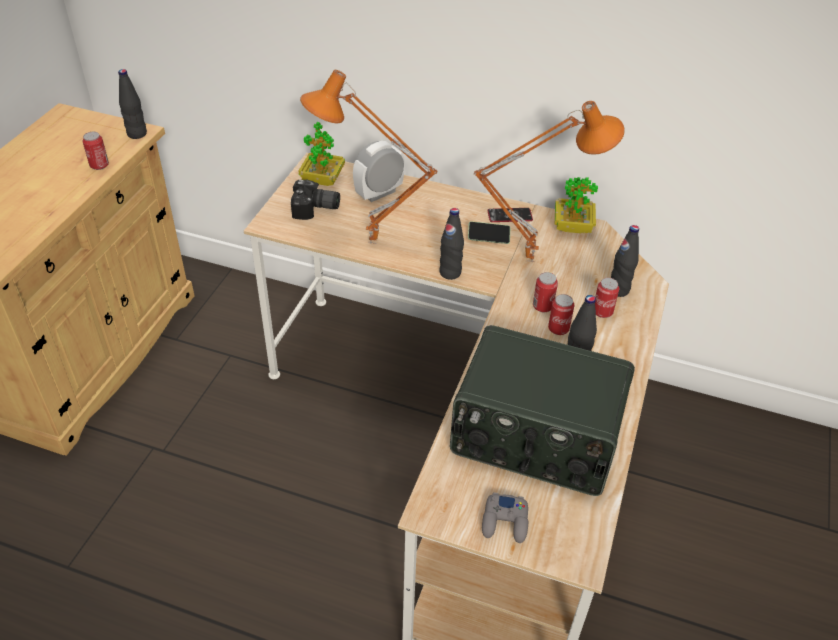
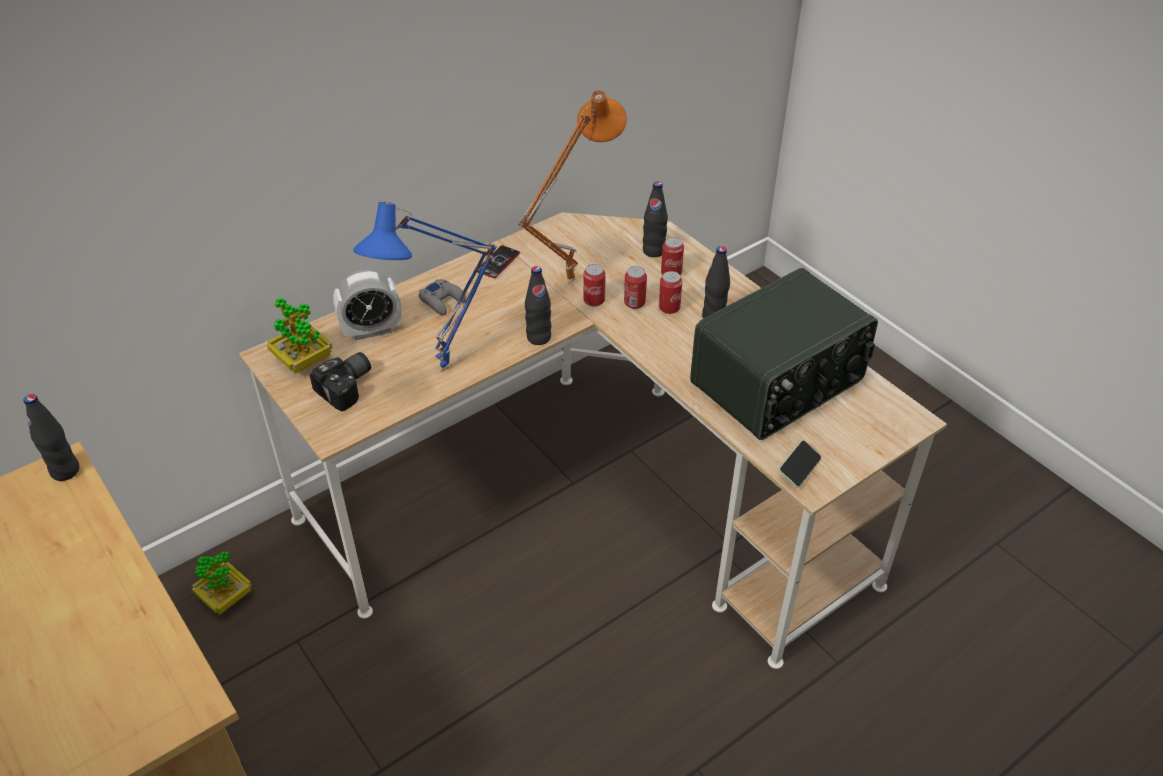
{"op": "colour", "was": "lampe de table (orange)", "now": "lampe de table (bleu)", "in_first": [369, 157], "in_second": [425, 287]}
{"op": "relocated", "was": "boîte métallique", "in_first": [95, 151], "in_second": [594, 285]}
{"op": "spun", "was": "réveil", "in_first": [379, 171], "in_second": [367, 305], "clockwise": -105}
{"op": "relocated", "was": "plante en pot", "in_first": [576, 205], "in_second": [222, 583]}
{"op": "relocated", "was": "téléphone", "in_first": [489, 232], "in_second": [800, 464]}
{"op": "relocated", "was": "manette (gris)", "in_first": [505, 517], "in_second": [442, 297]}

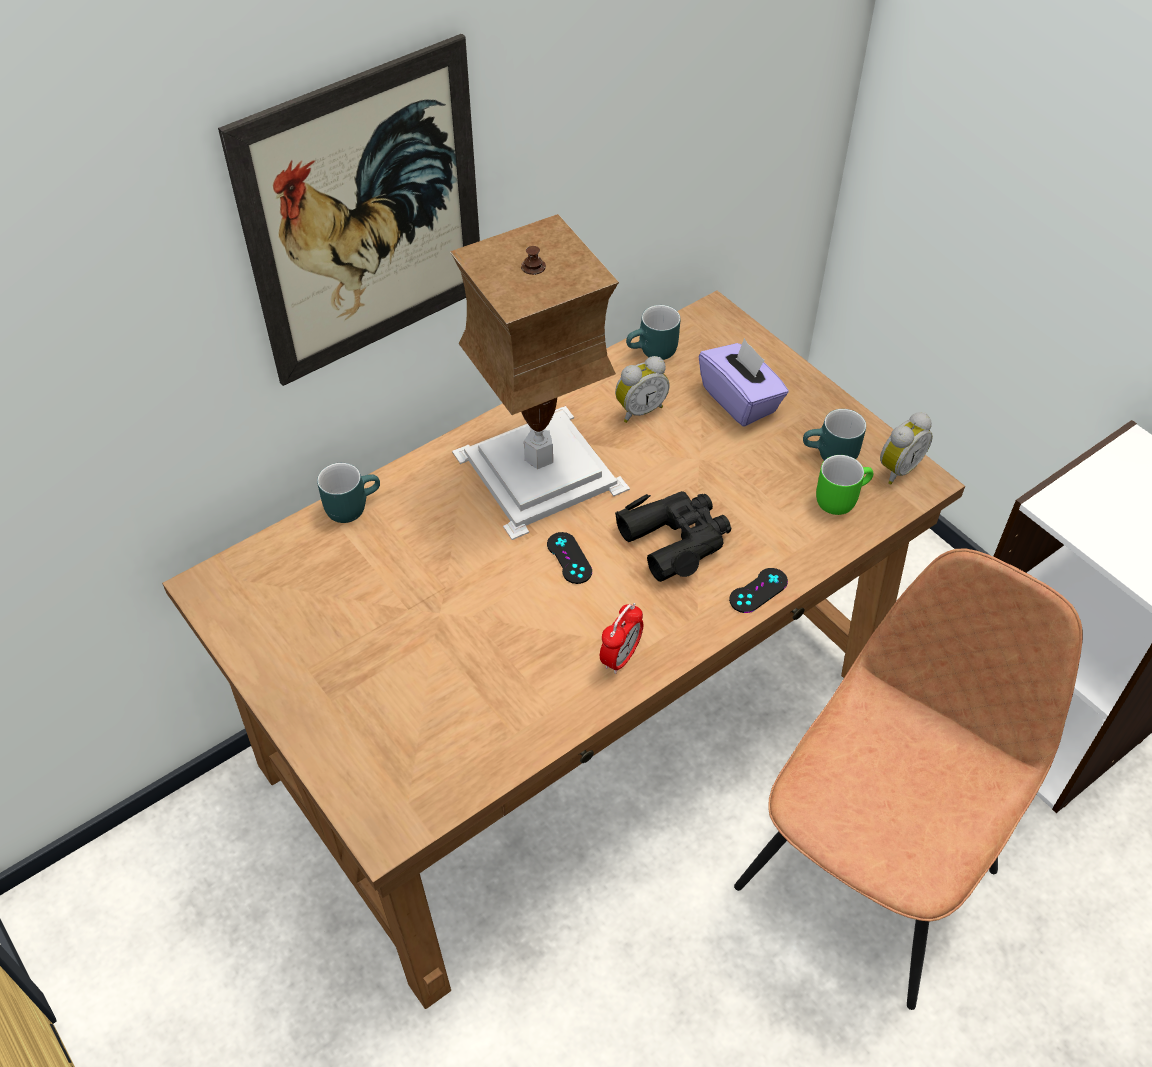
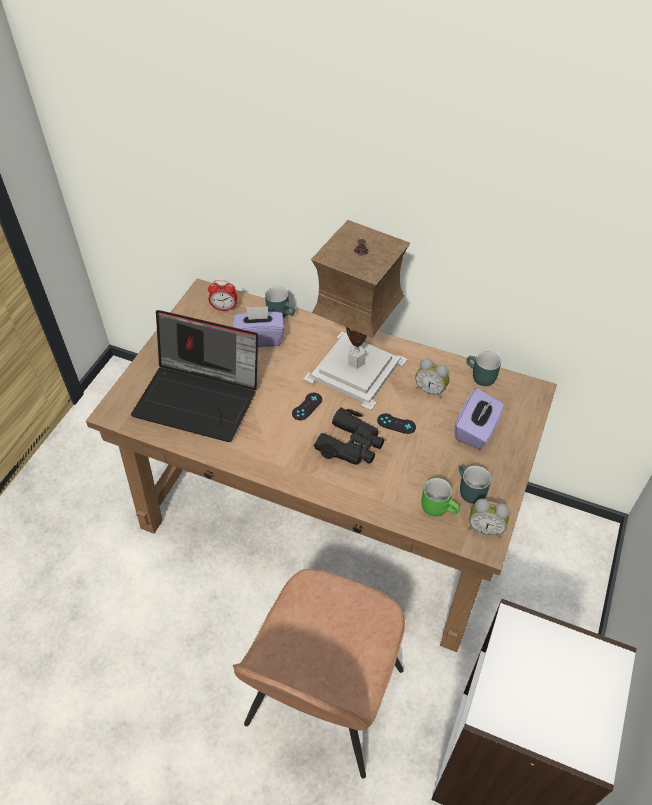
{"op": "missing", "was": "tableau", "in_first": [349, 209]}
{"op": "spun", "was": "chaise (marron)", "in_first": [908, 779], "in_second": [319, 674], "clockwise": 105}
{"op": "relocated", "was": "manette (noir)", "in_first": [758, 590], "in_second": [396, 423]}
{"op": "relocated", "was": "réveil", "in_first": [621, 638], "in_second": [222, 295]}
{"op": "appeared", "now": "boîte à mouchoirs (violet)", "in_second": [258, 326]}
{"op": "appeared", "now": "ordinateur portable", "in_second": [194, 376]}

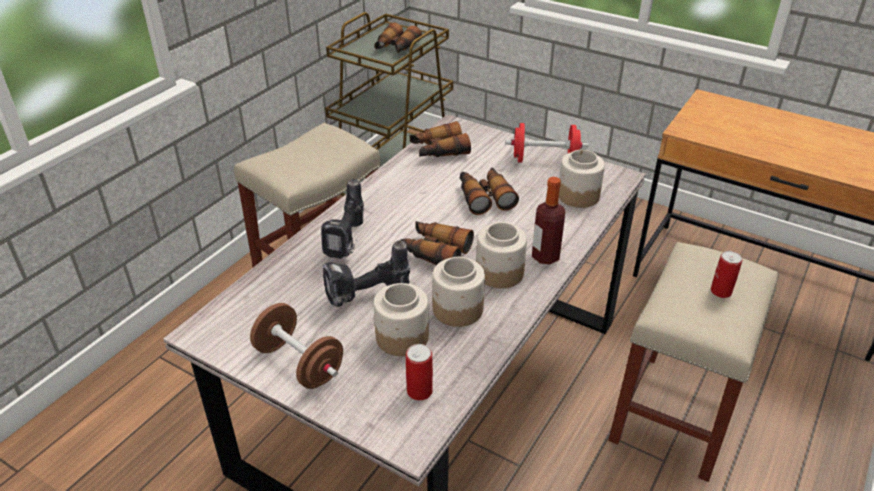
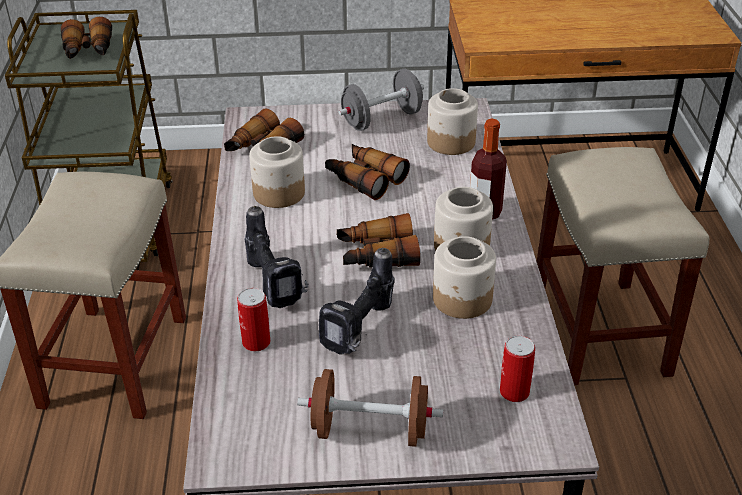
{"op": "colour", "was": "haltère (rouge)", "now": "haltère (gris)", "in_first": [547, 143], "in_second": [381, 100]}
{"op": "relocated", "was": "boîte métallique", "in_first": [726, 274], "in_second": [253, 319]}
{"op": "relocated", "was": "bocal", "in_first": [401, 319], "in_second": [277, 172]}

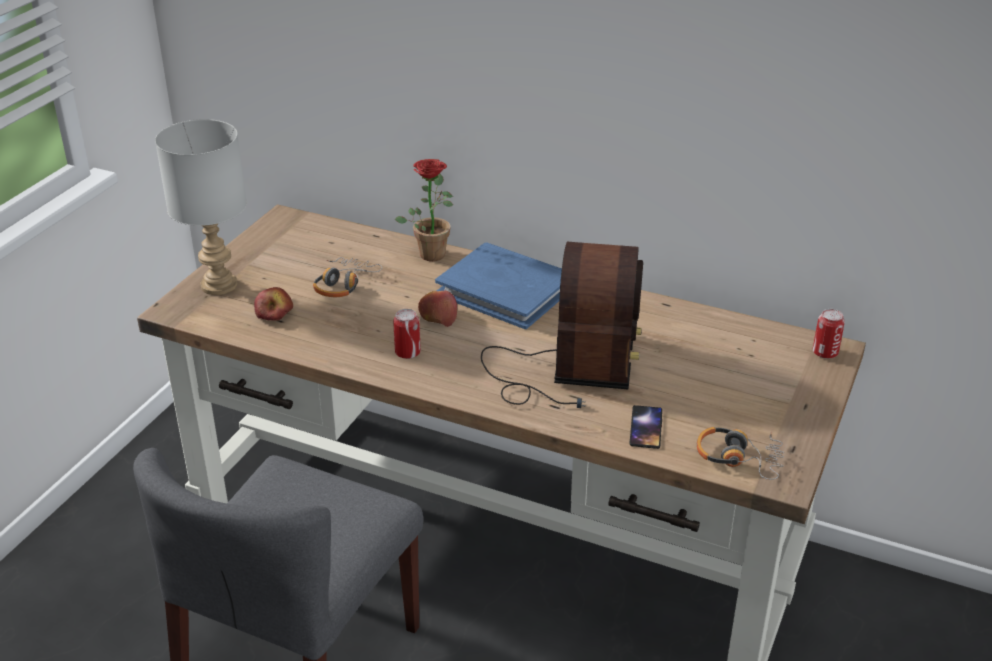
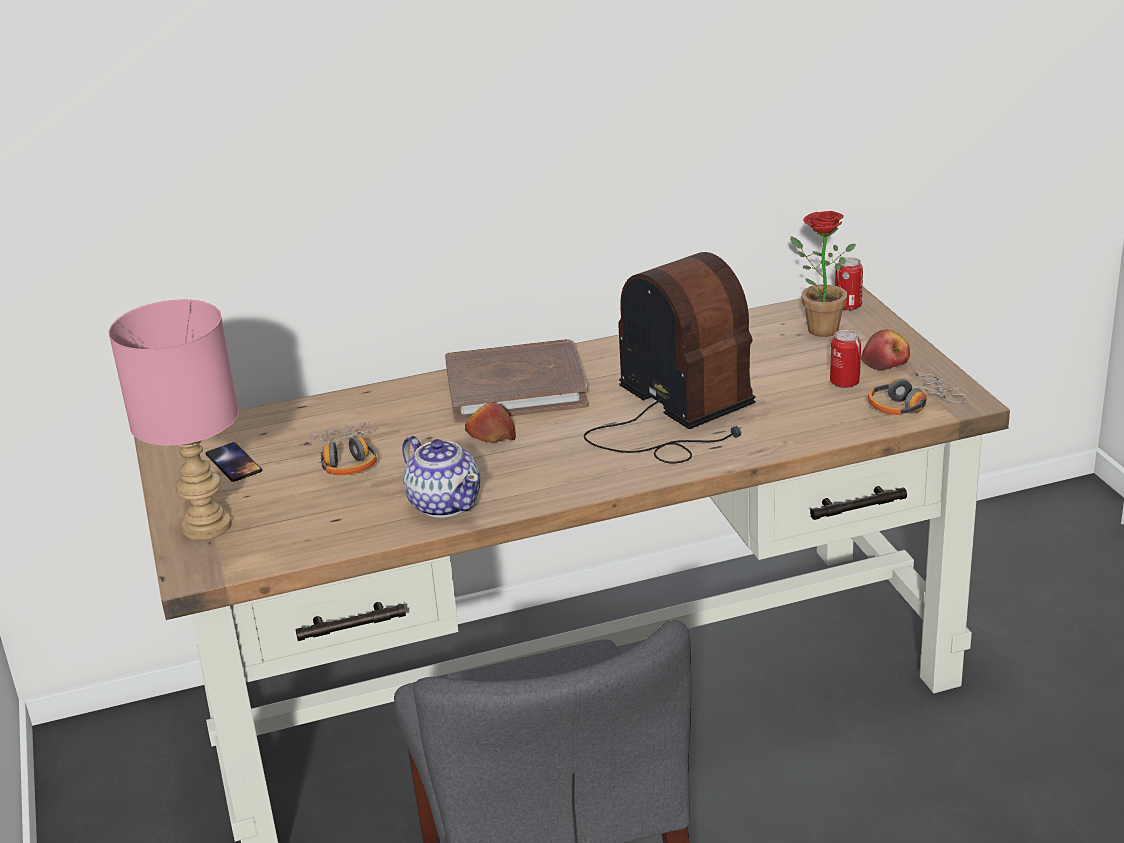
{"op": "colour", "was": "lampe de table (gris)", "now": "lampe de table (rose)", "in_first": [201, 207], "in_second": [174, 420]}
{"op": "relocated", "was": "plante en pot", "in_first": [424, 210], "in_second": [823, 274]}
{"op": "colour", "was": "livre (bleu)", "now": "livre (marron)", "in_first": [498, 286], "in_second": [517, 381]}
{"op": "relocated", "was": "pomme", "in_first": [273, 304], "in_second": [885, 349]}
{"op": "relocated", "was": "boîte métallique", "in_first": [407, 334], "in_second": [845, 359]}
{"op": "relocated", "was": "téléphone", "in_first": [645, 427], "in_second": [234, 462]}
{"op": "appeared", "now": "théière", "in_second": [441, 477]}

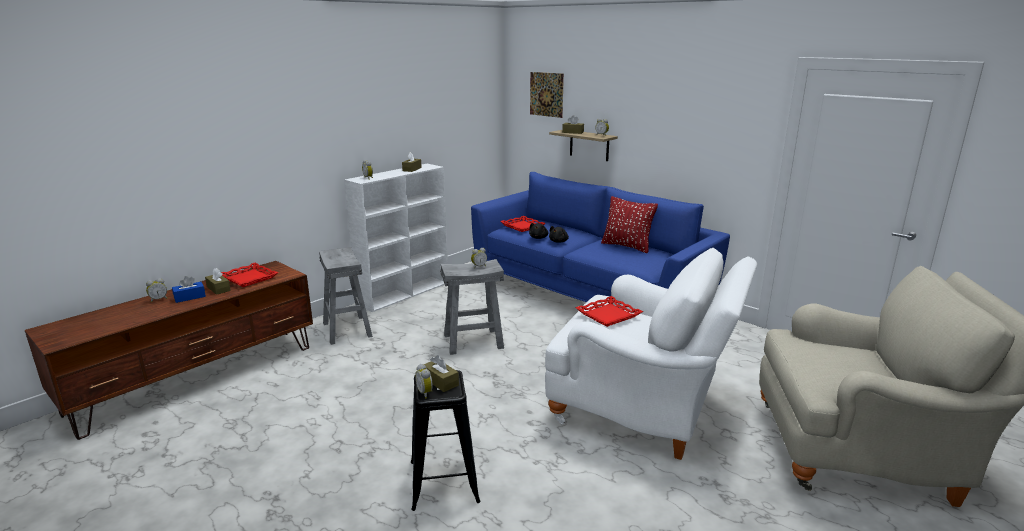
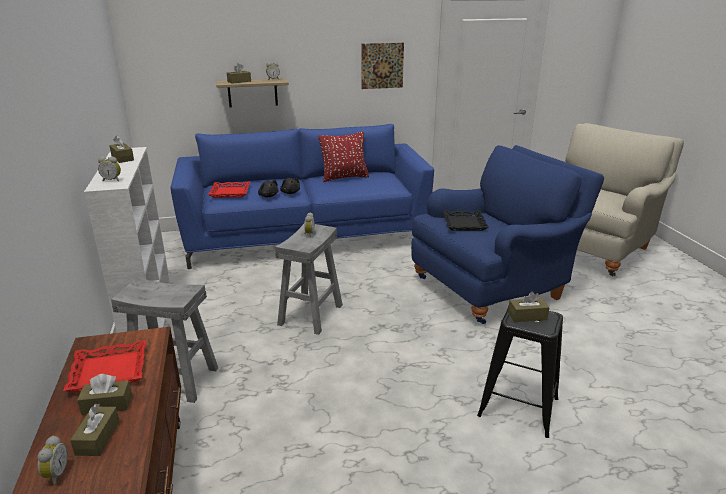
{"op": "relocated", "was": "tableau", "in_first": [547, 95], "in_second": [383, 66]}
{"op": "colour", "was": "fauteuil (blanc)", "now": "fauteuil (bleu)", "in_first": [651, 354], "in_second": [507, 234]}
{"op": "colour", "was": "boîte à mouchoirs (bleu)", "now": "boîte à mouchoirs (marron)", "in_first": [189, 289], "in_second": [95, 430]}
{"op": "colour", "was": "plateau (rouge)", "now": "plateau (noir)", "in_first": [609, 311], "in_second": [466, 220]}
{"op": "missing", "was": "réveil", "in_first": [424, 381]}

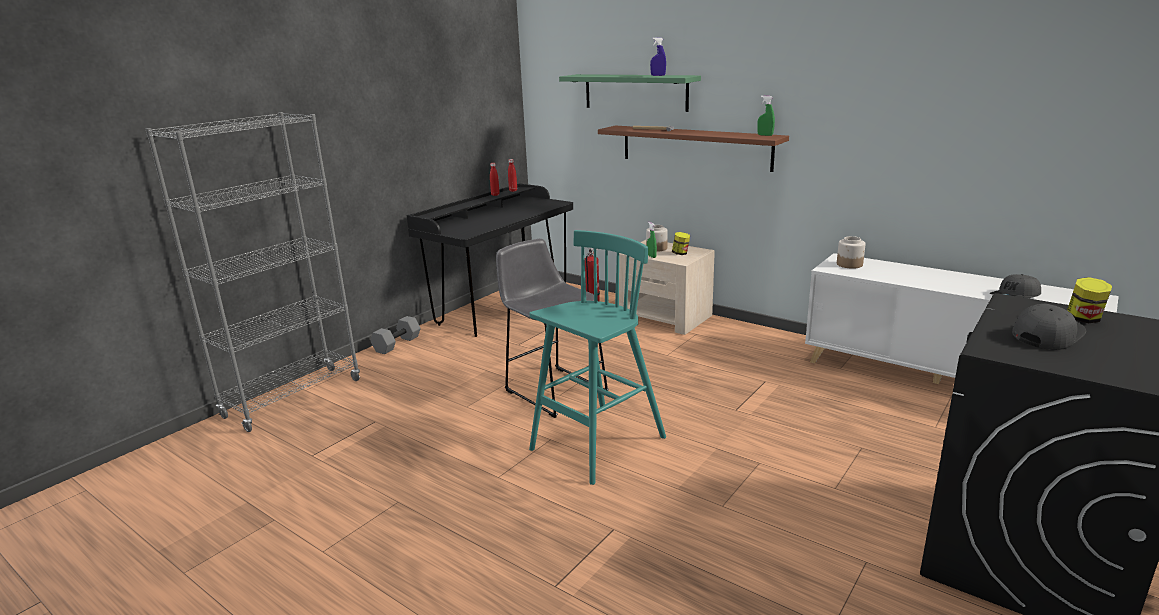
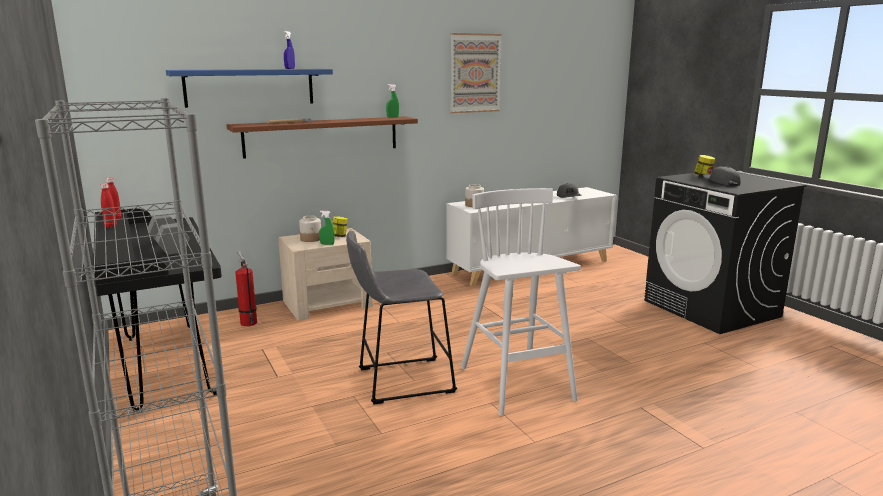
{"op": "colour", "was": "étagère (vert)", "now": "étagère (bleu)", "in_first": [630, 93], "in_second": [249, 88]}
{"op": "colour", "was": "tabouret (turquoise)", "now": "tabouret (blanc)", "in_first": [597, 357], "in_second": [521, 302]}
{"op": "relocated", "was": "haltère (gris)", "in_first": [395, 335], "in_second": [168, 235]}
{"op": "appeared", "now": "tableau", "in_second": [476, 73]}

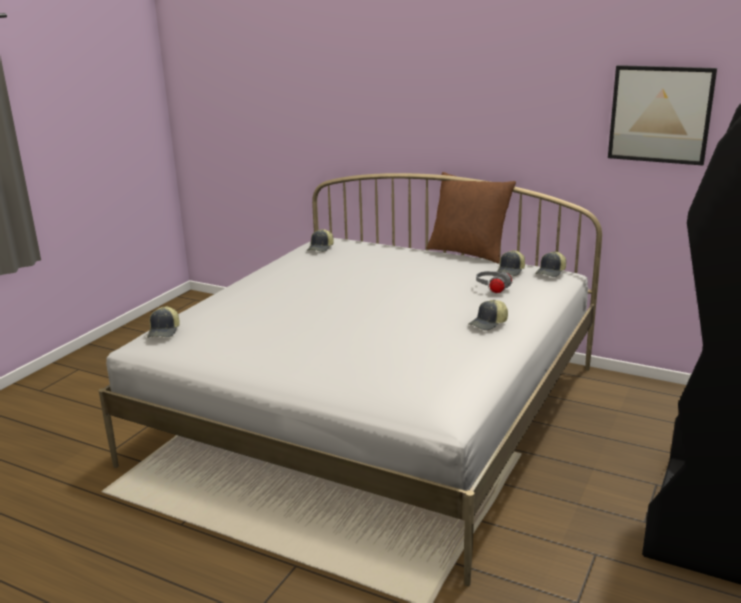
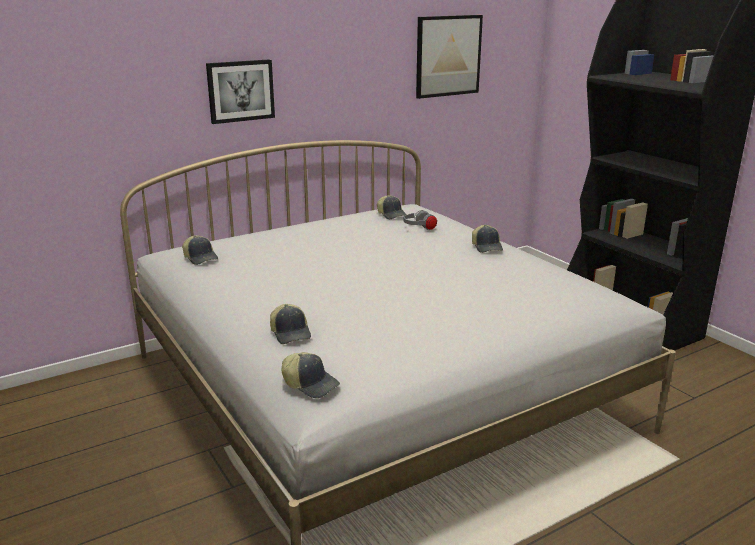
{"op": "missing", "was": "coussin (marron)", "in_first": [471, 218]}
{"op": "relocated", "was": "casquette", "in_first": [550, 264], "in_second": [290, 324]}
{"op": "appeared", "now": "tableau", "in_second": [240, 91]}

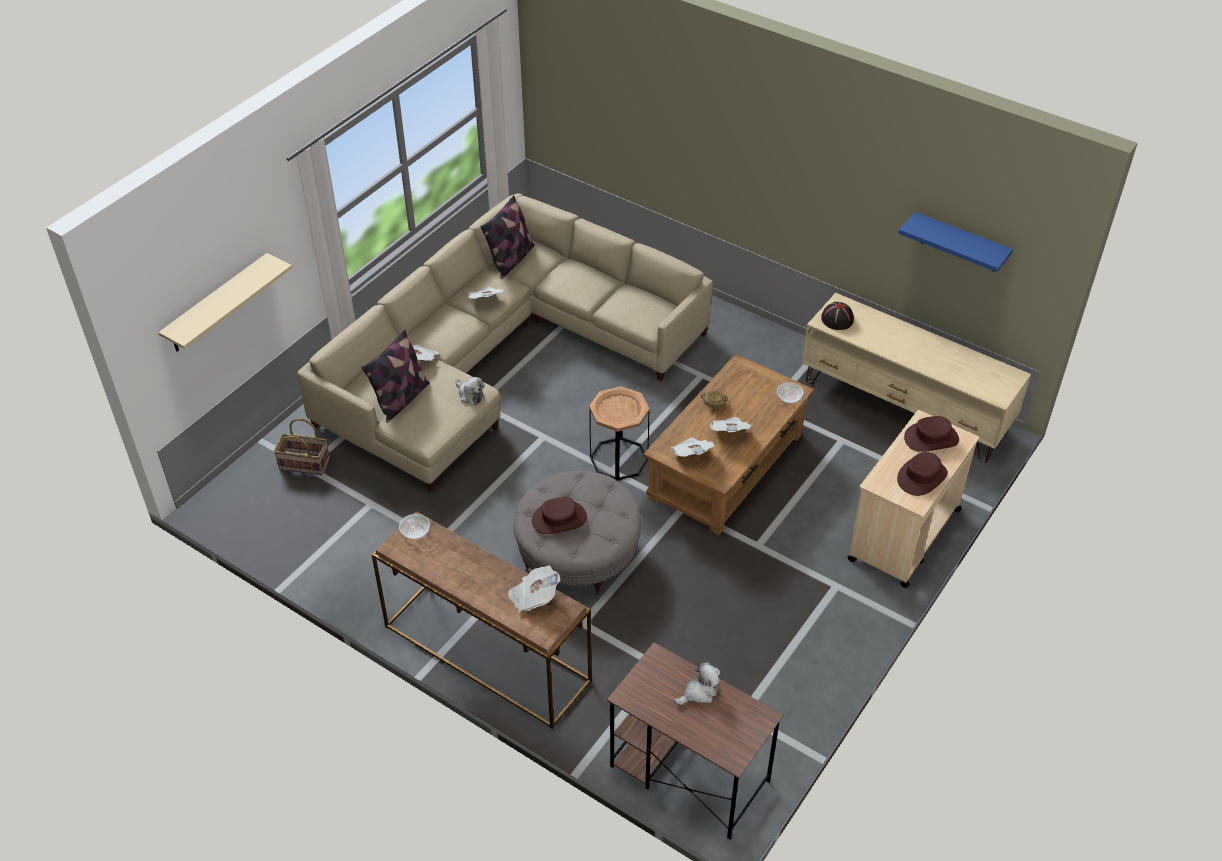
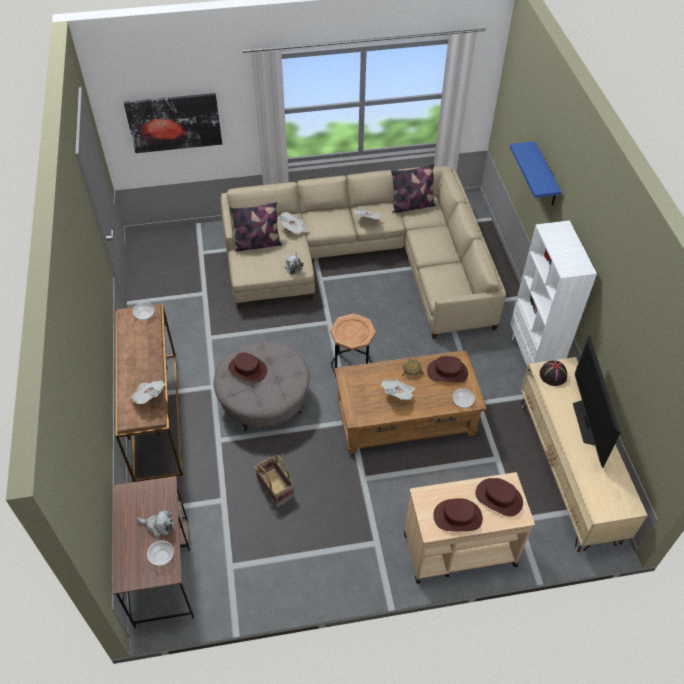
{"op": "relocated", "was": "étagère (bleu)", "in_first": [955, 242], "in_second": [536, 173]}
{"op": "exchanged", "was": "étagère (beige)", "now": "tableau", "in_first": [225, 302], "in_second": [173, 123]}
{"op": "relocated", "was": "panier", "in_first": [302, 446], "in_second": [274, 480]}
{"op": "missing", "was": "journal", "in_first": [692, 447]}
{"op": "appeared", "now": "bibliothèque (blanc)", "in_second": [553, 293]}
{"op": "appeared", "now": "téléviseur", "in_second": [597, 401]}
{"op": "appeared", "now": "chapeau (marron)", "in_second": [447, 369]}
{"op": "appeared", "now": "bol", "in_second": [160, 553]}

